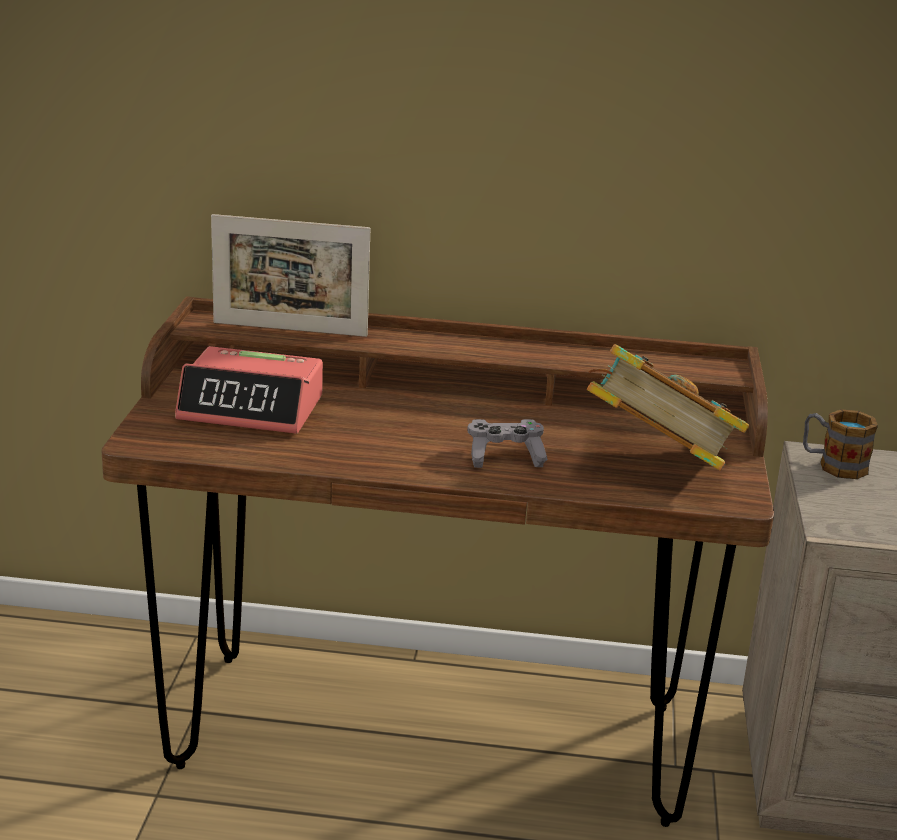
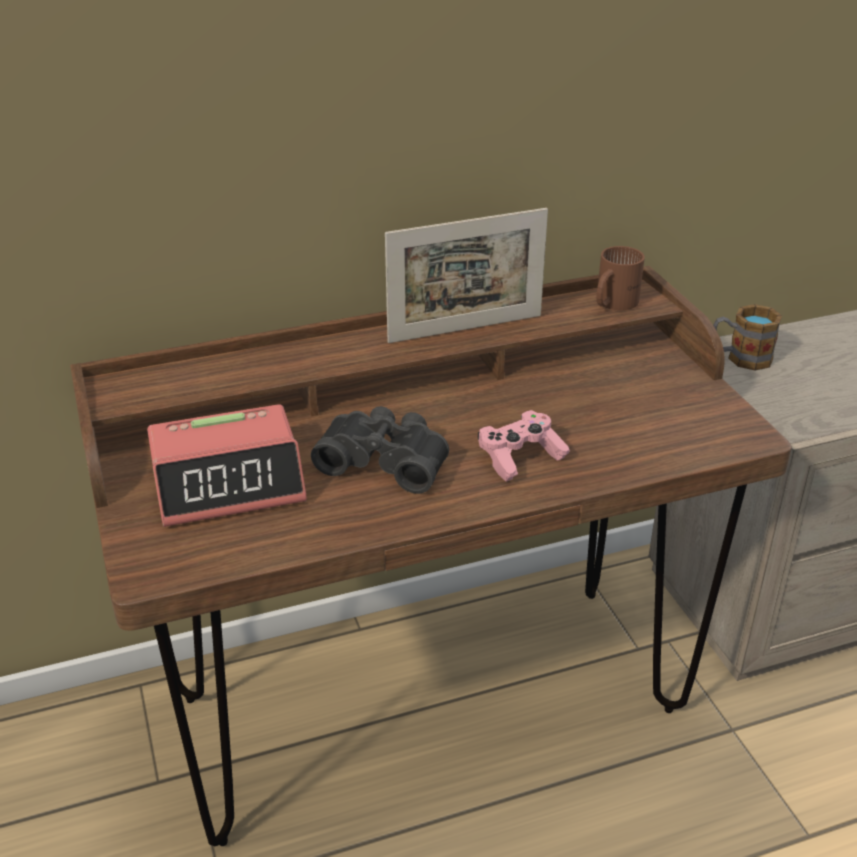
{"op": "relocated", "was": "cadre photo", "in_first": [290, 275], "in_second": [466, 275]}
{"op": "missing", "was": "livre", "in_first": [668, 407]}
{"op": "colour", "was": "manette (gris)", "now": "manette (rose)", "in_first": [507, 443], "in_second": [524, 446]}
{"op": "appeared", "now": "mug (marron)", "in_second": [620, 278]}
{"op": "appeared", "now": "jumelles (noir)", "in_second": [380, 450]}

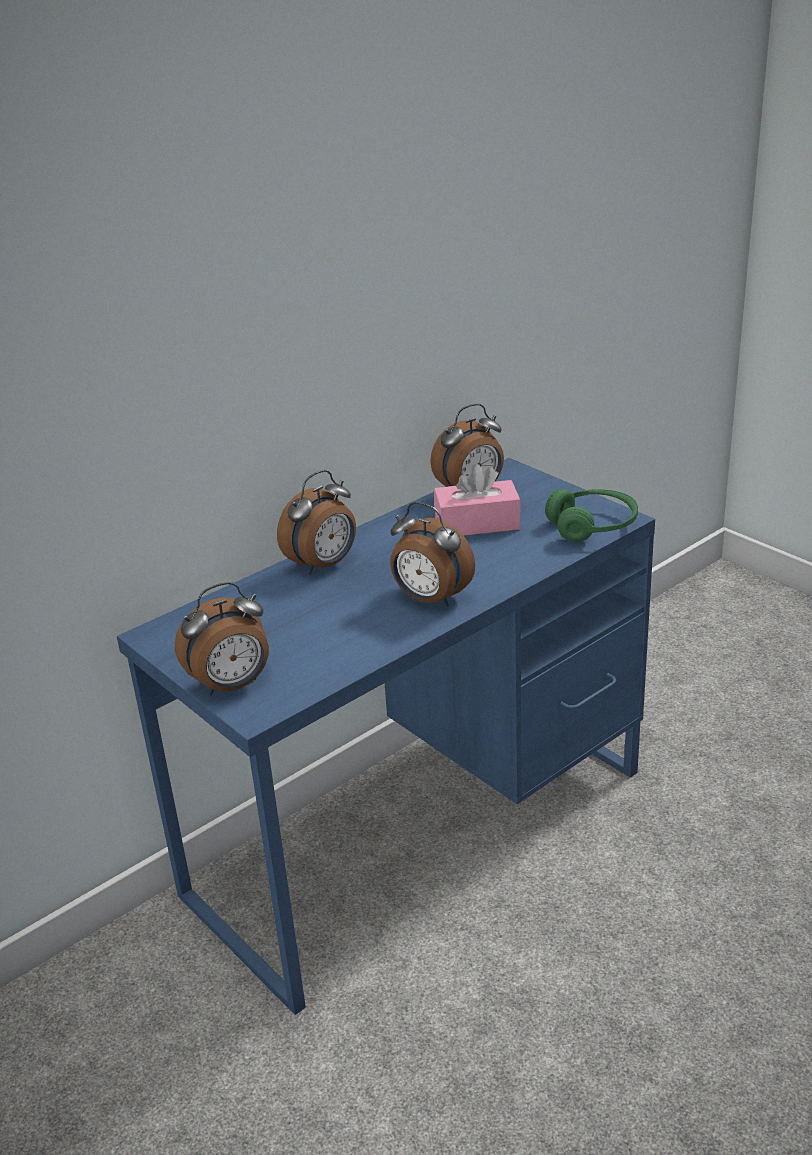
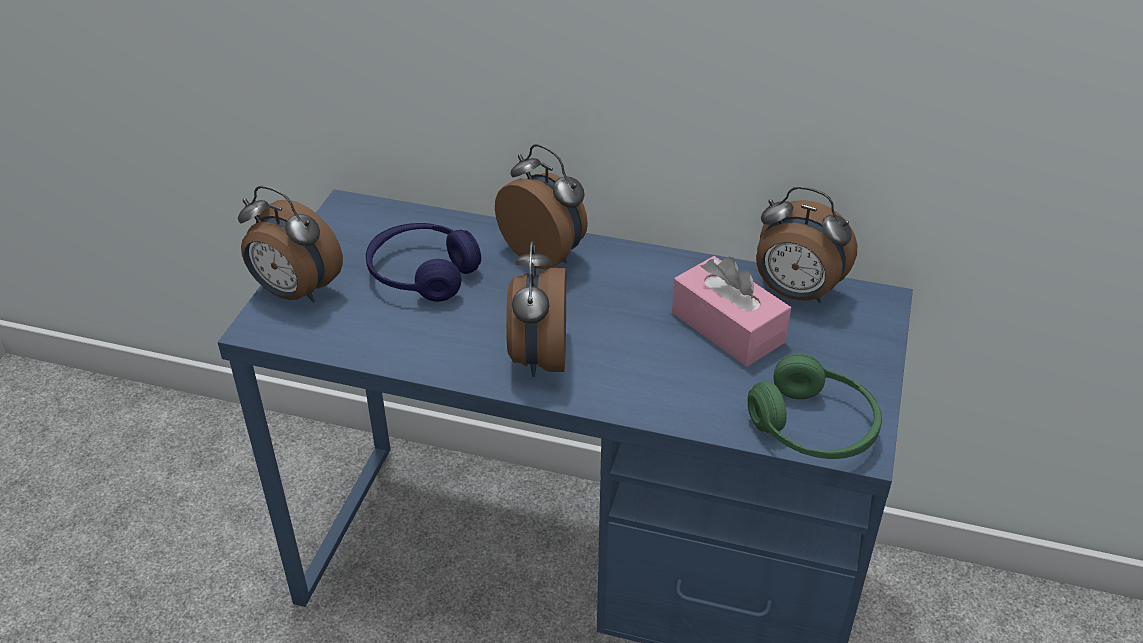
{"op": "spun", "was": "réveil", "in_first": [316, 522], "in_second": [541, 207], "clockwise": -150}
{"op": "appeared", "now": "casque audio (bleu)", "in_second": [423, 262]}

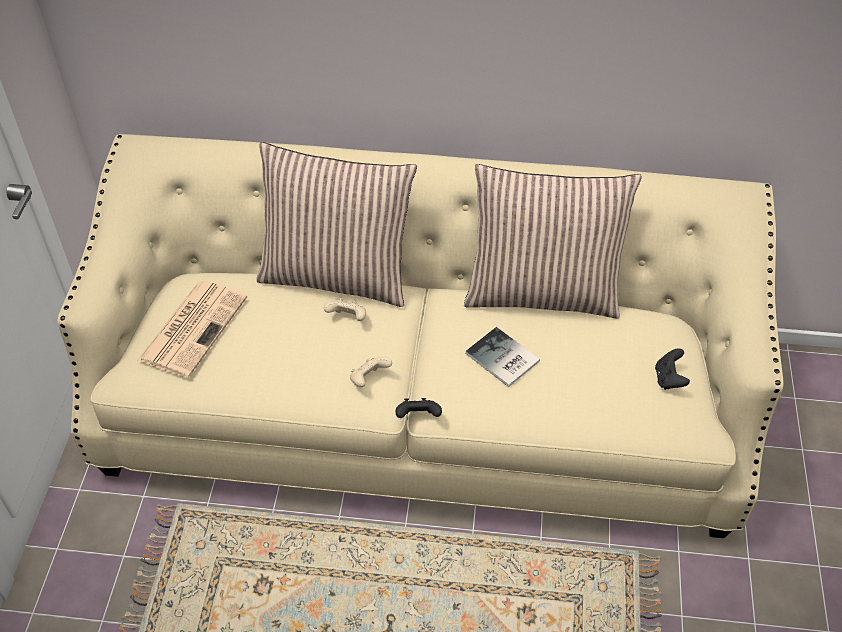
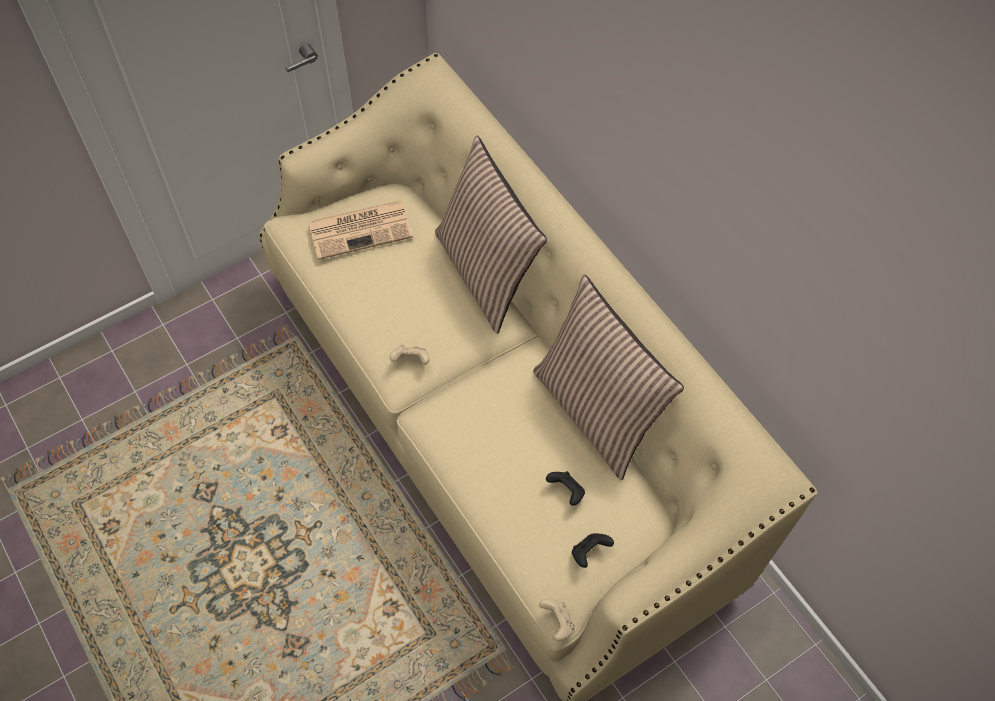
{"op": "relocated", "was": "manette (beige)", "in_first": [345, 309], "in_second": [557, 619]}
{"op": "missing", "was": "livre", "in_first": [502, 357]}
{"op": "relocated", "was": "manette (noir)", "in_first": [419, 408], "in_second": [565, 488]}

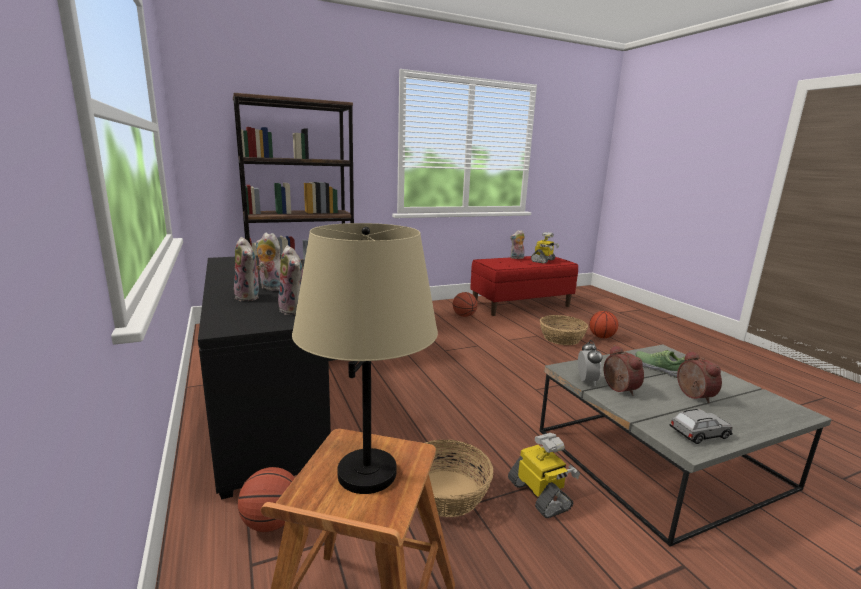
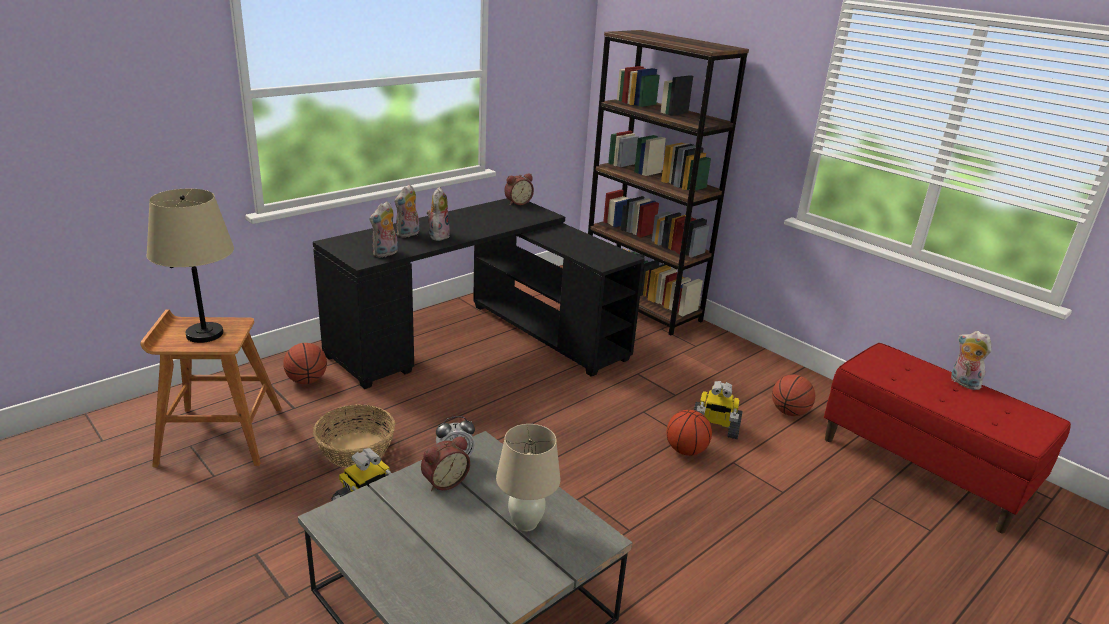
{"op": "relocated", "was": "robot jouet", "in_first": [545, 248], "in_second": [718, 410]}
{"op": "relocated", "was": "ballon de basket", "in_first": [603, 324], "in_second": [689, 433]}
{"op": "missing", "was": "panier", "in_first": [564, 330]}
{"op": "exchanged", "was": "chaussure", "now": "lampe de table (beige)", "in_first": [660, 364], "in_second": [528, 478]}
{"op": "relocated", "was": "réveil", "in_first": [699, 377], "in_second": [519, 189]}
{"op": "missing", "was": "petite voiture (gris)", "in_first": [701, 426]}

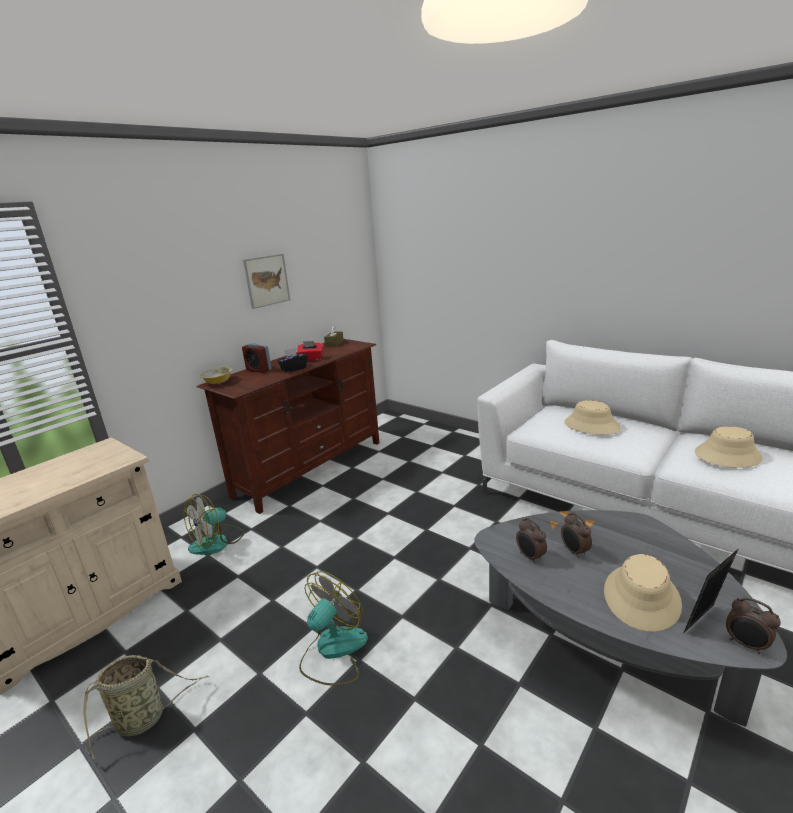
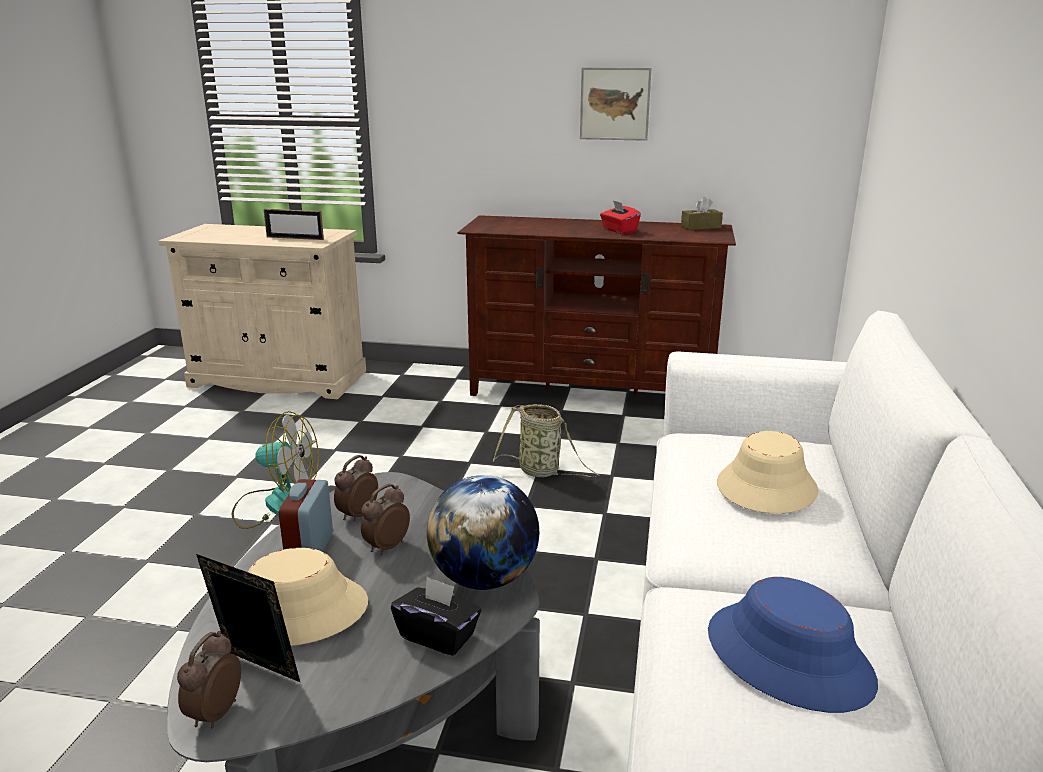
{"op": "relocated", "was": "réveil", "in_first": [257, 358], "in_second": [306, 515]}
{"op": "relocated", "was": "boîte à mouchoirs (noir)", "in_first": [292, 360], "in_second": [436, 616]}
{"op": "missing", "was": "bol", "in_first": [216, 375]}
{"op": "colour", "was": "chapeau (beige)", "now": "chapeau (bleu)", "in_first": [729, 447], "in_second": [793, 645]}
{"op": "missing", "was": "ventilateur", "in_first": [214, 524]}
{"op": "relocated", "was": "panier", "in_first": [146, 707], "in_second": [546, 440]}
{"op": "appeared", "now": "cadre photo", "in_second": [293, 224]}
{"op": "appeared", "now": "globe", "in_second": [483, 532]}

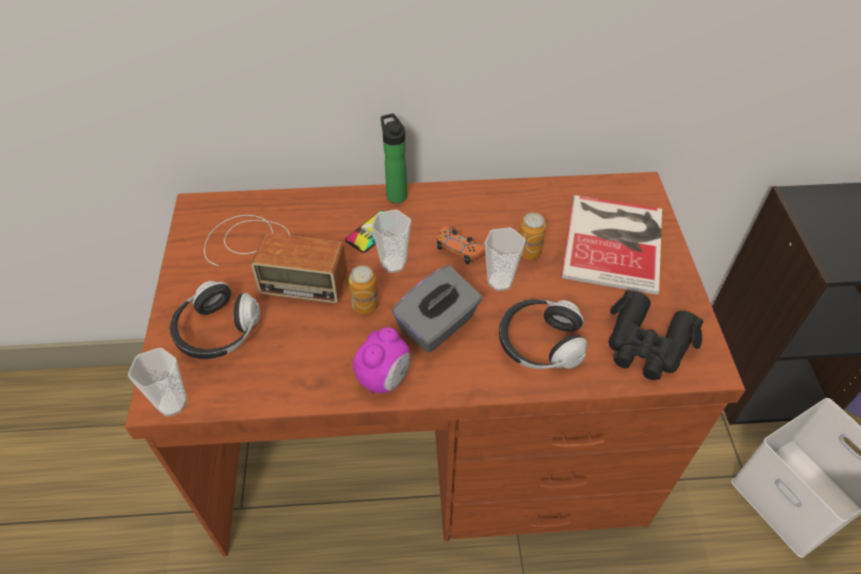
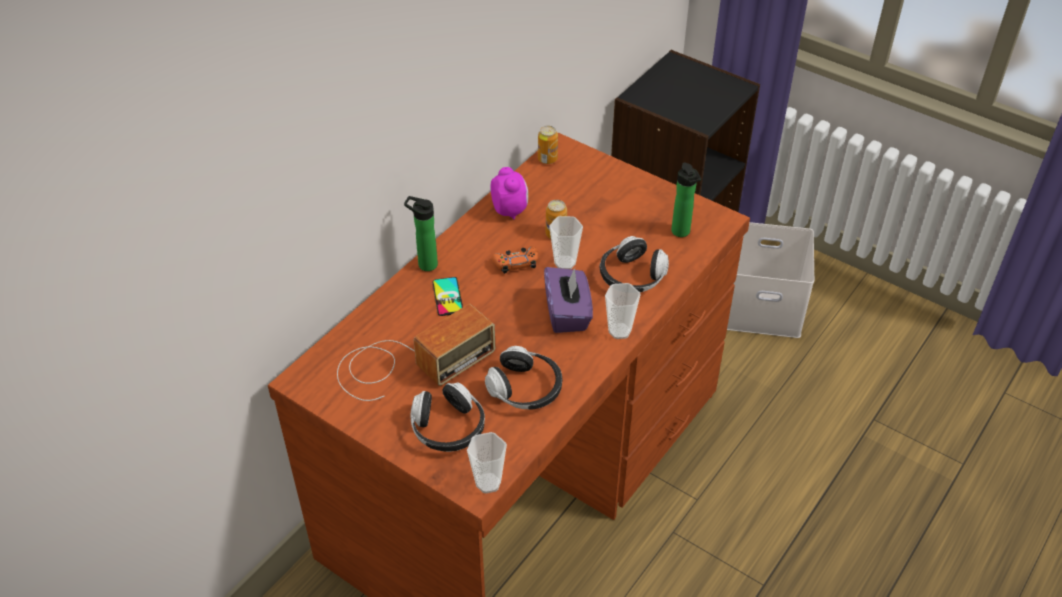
{"op": "missing", "was": "livre", "in_first": [611, 245]}
{"op": "relocated", "was": "tasse", "in_first": [391, 241], "in_second": [623, 311]}
{"op": "colour", "was": "boîte à mouchoirs (gris)", "now": "boîte à mouchoirs (violet)", "in_first": [437, 308], "in_second": [568, 300]}
{"op": "relocated", "was": "boîte métallique", "in_first": [363, 290], "in_second": [548, 145]}
{"op": "exchanged", "was": "jumelles (noir)", "now": "bouteille", "in_first": [656, 335], "in_second": [686, 199]}
{"op": "relocated", "was": "réveil", "in_first": [382, 360], "in_second": [509, 193]}
{"op": "appeared", "now": "casque audio", "in_second": [523, 377]}

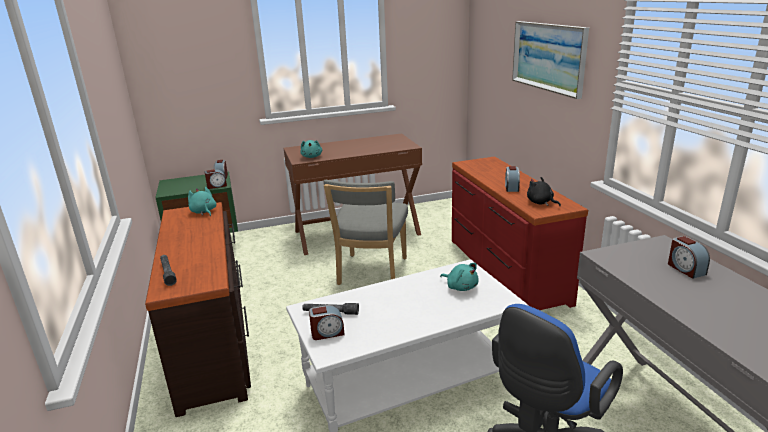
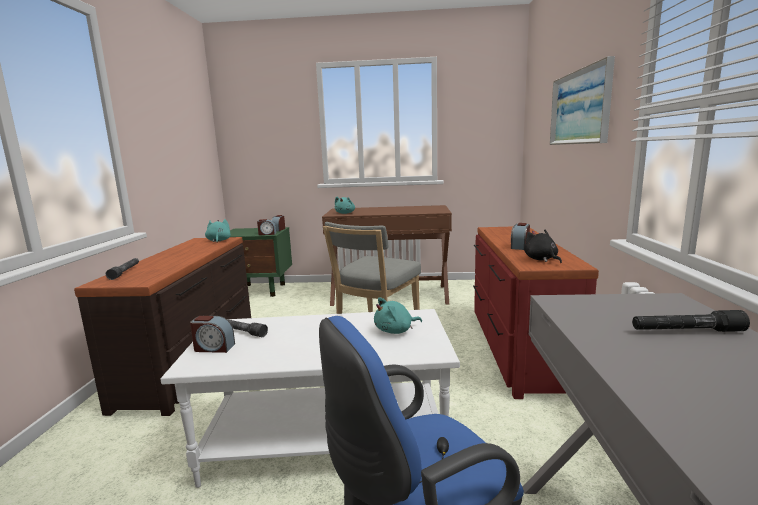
{"op": "exchanged", "was": "réveil", "now": "lampe de poche (noir)", "in_first": [689, 257], "in_second": [691, 321]}
{"op": "spun", "was": "peluche (turquoise)", "in_first": [459, 277], "in_second": [398, 315], "clockwise": 90}

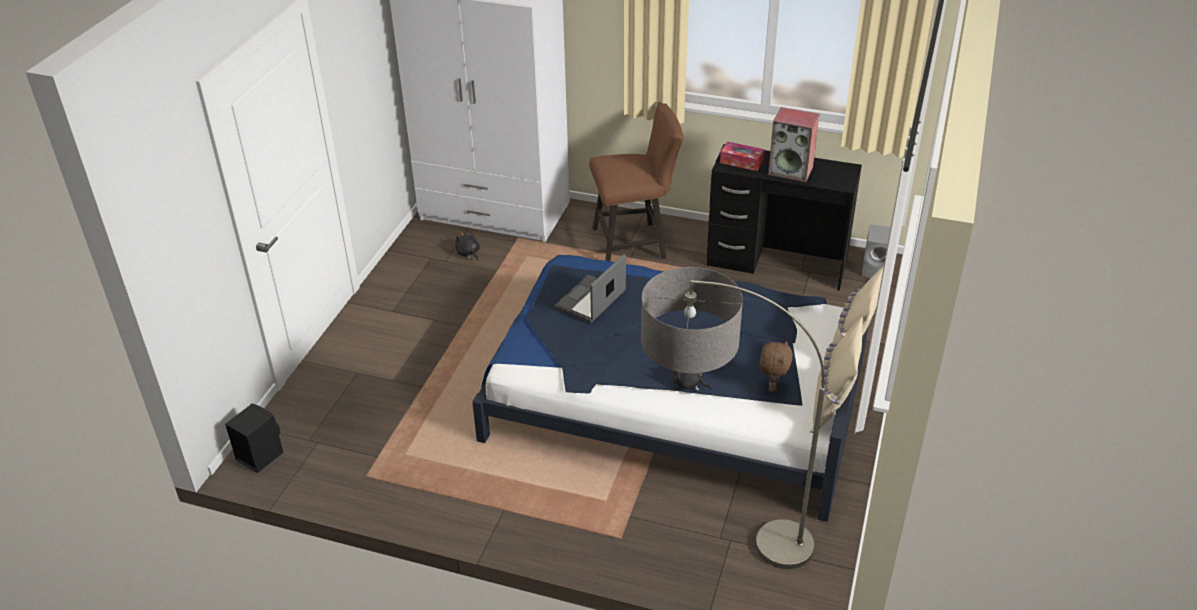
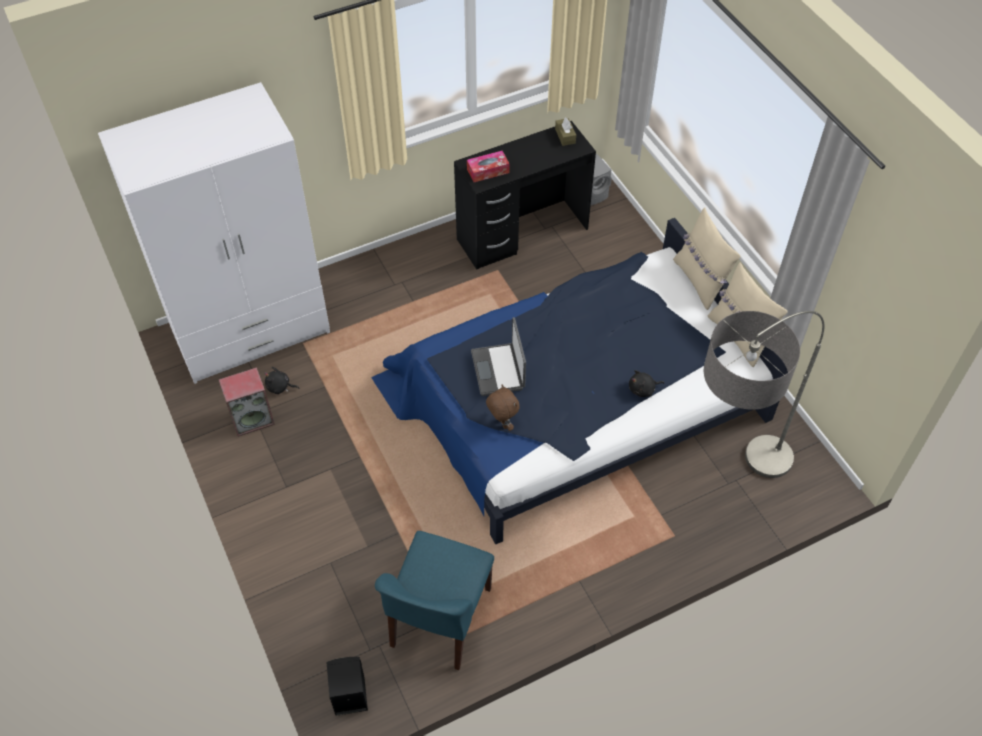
{"op": "missing", "was": "chaise (marron)", "in_first": [636, 181]}
{"op": "relocated", "was": "enceinte", "in_first": [793, 144], "in_second": [247, 402]}
{"op": "relocated", "was": "peluche (marron)", "in_first": [776, 366], "in_second": [503, 408]}
{"op": "appeared", "now": "boîte à mouchoirs (marron)", "in_second": [565, 131]}
{"op": "appeared", "now": "chaise (bleu)", "in_second": [434, 600]}

